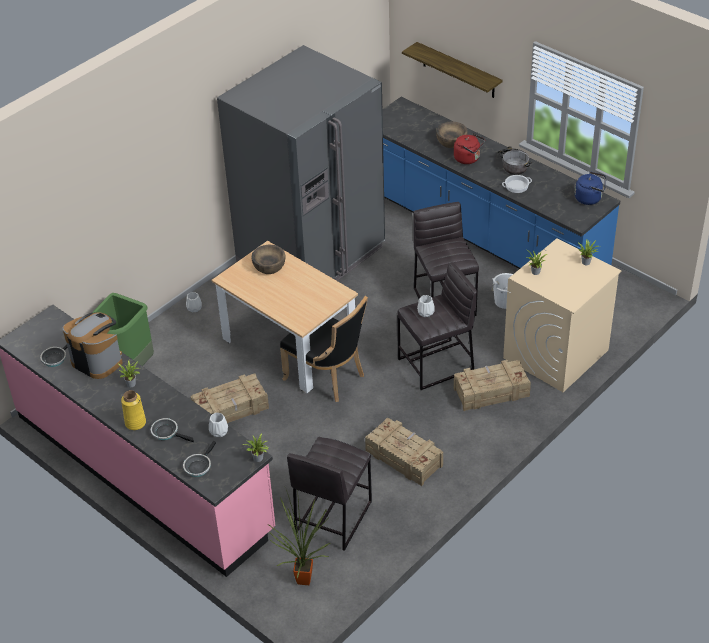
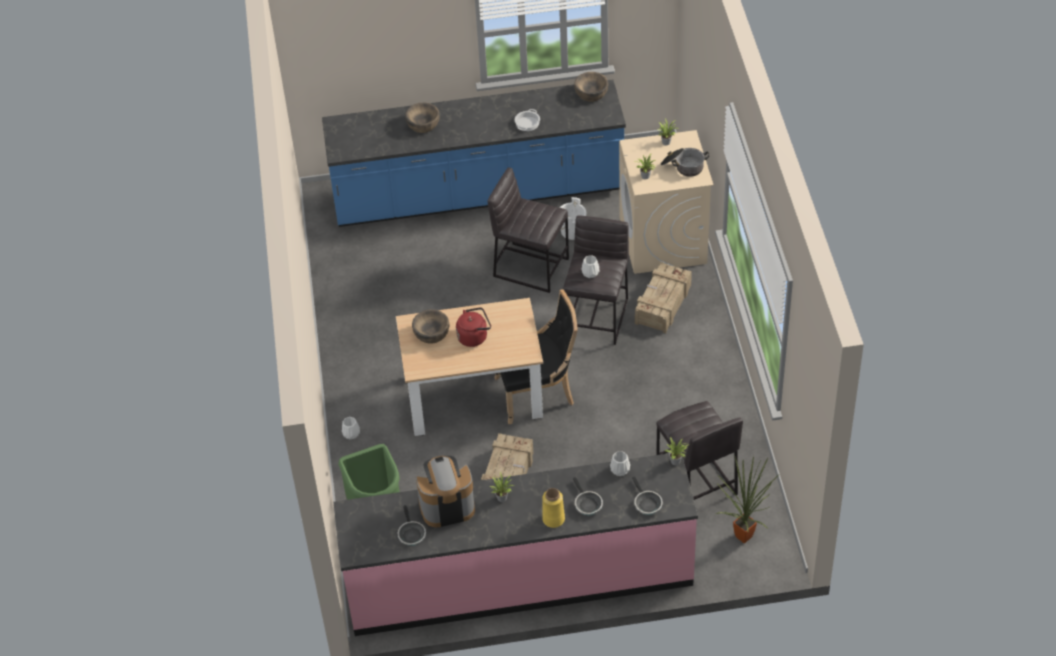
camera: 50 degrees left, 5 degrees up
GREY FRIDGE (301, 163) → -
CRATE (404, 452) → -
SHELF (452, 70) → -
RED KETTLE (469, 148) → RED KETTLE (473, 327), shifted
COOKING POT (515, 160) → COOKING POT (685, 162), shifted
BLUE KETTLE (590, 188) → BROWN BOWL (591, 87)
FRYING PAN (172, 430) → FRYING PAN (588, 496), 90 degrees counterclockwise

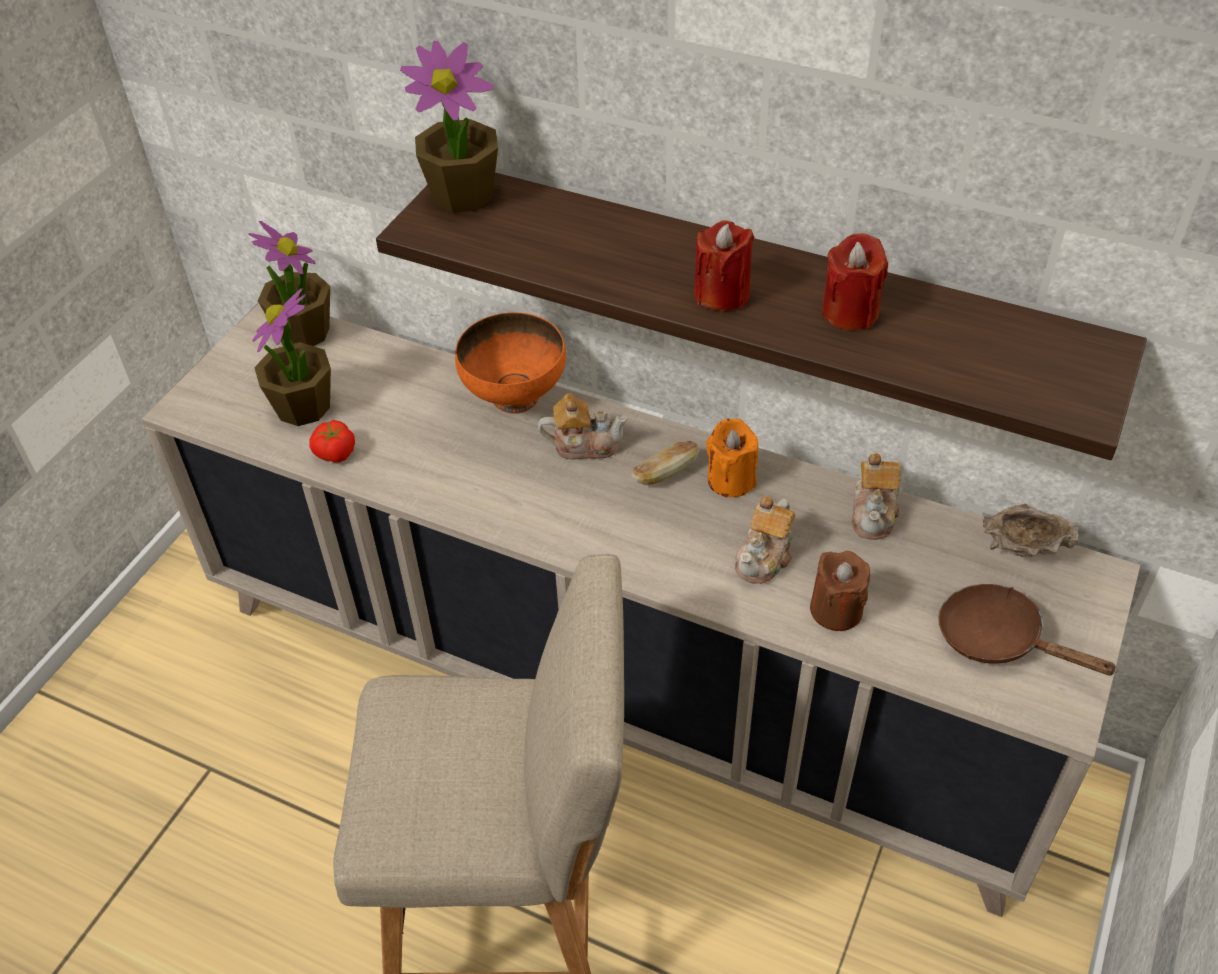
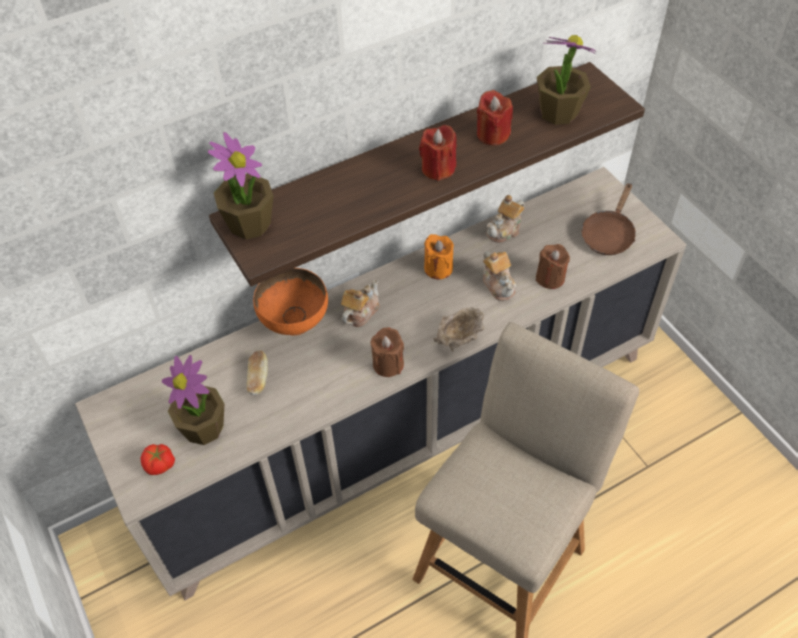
camera: 55 degrees left, 5 degrees up
- → BROWN CANDLE (387, 352)
POTTED PLANT (289, 283) → POTTED PLANT (566, 80), shifted
TOMATO (332, 441) → TOMATO (157, 459), shifted
BREAD (665, 463) → BREAD (257, 372), shifted
BEIGE BOWL (1031, 530) → BEIGE BOWL (459, 329), shifted
TEAPOT (876, 496) → TEAPOT (505, 219), 90 degrees clockwise
BROWN FRYING PAN (1028, 629) → BROWN FRYING PAN (609, 219), 45 degrees counterclockwise

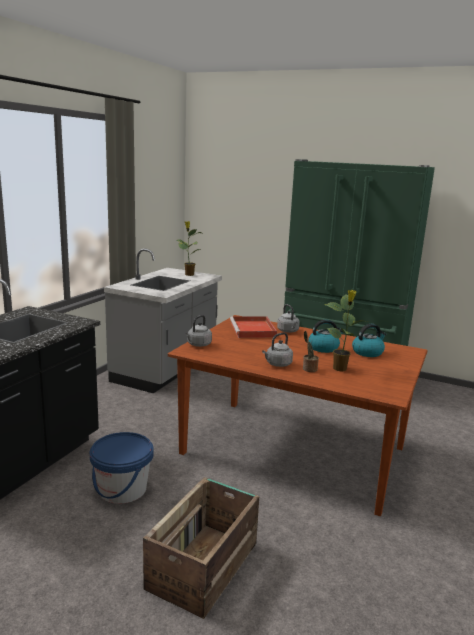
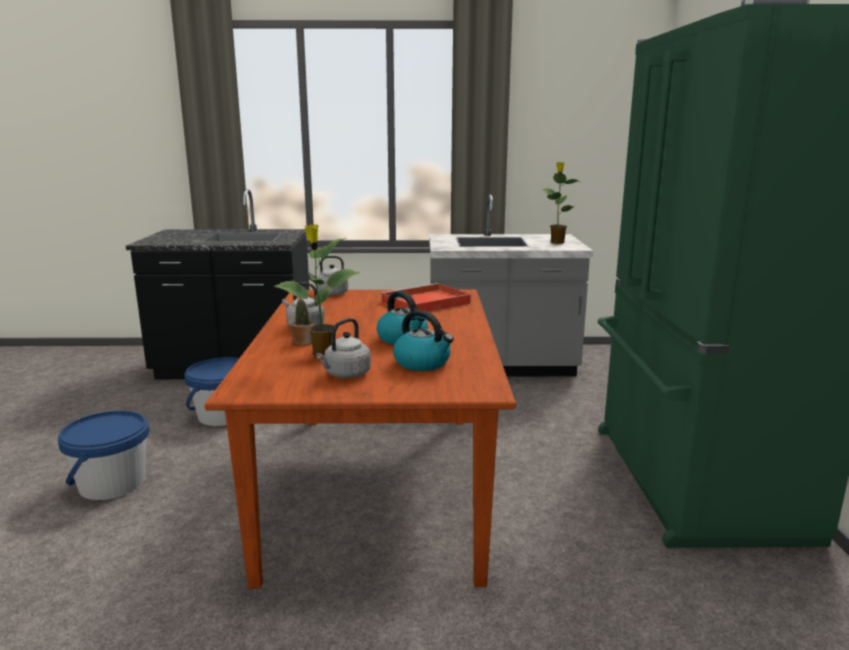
camera: 65 degrees right, 0 degrees up
GREY KETTLE (288, 318) → GREY KETTLE (343, 348), shifted
CRATE (201, 548) → BLUE BUCKET (103, 455)

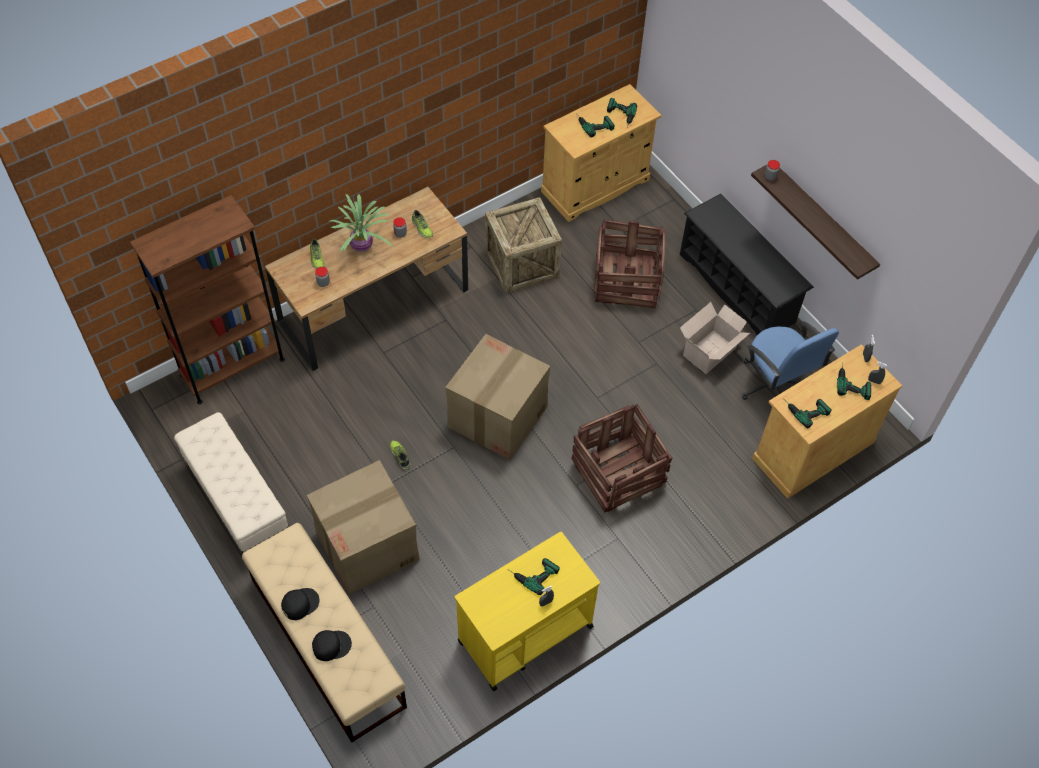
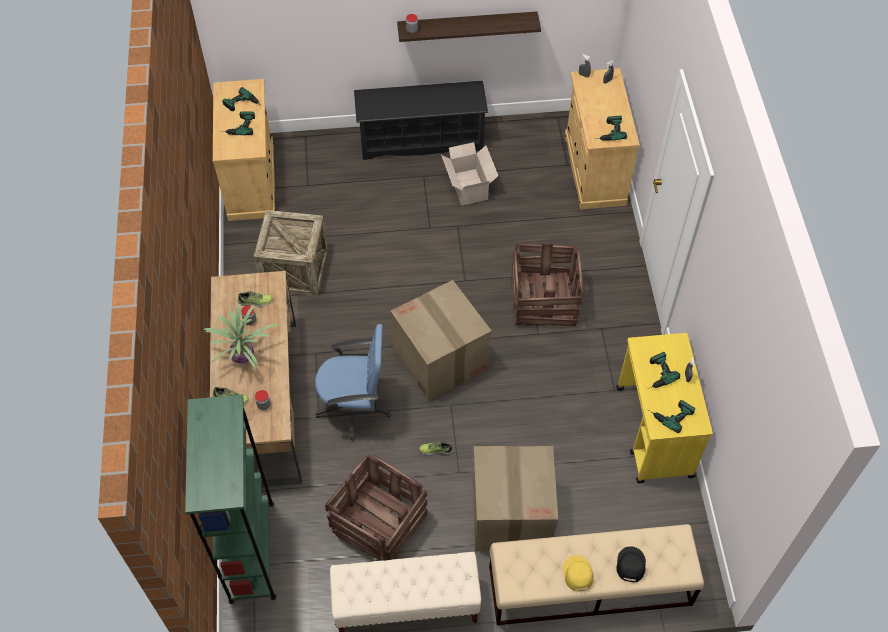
camera: 60 degrees left, 0 degrees up
CRATE (630, 263) → CRATE (376, 508), shifted
BLUE OFFICE CHAIR (790, 360) → BLUE OFFICE CHAIR (353, 382), shifted
POWER DRILL (854, 381) → POWER DRILL (671, 416), shifted
BROWN BOOKCASE (207, 299) → GREEN BOOKCASE (230, 499)
BLACK CAP (300, 604) → YELLOW CAP (578, 573)

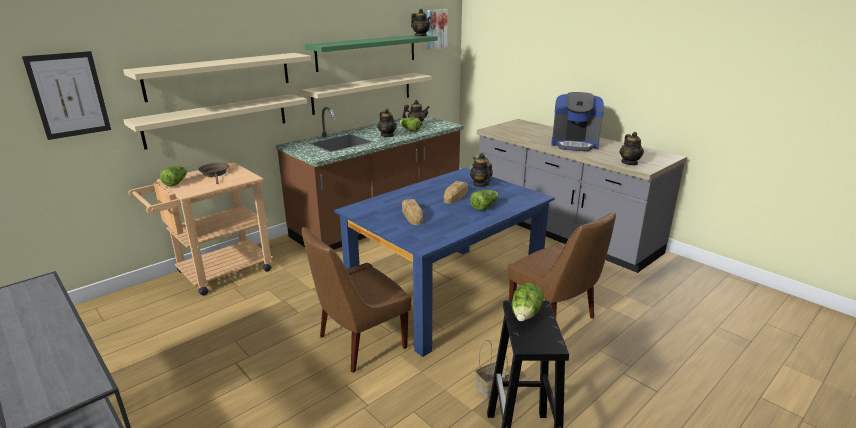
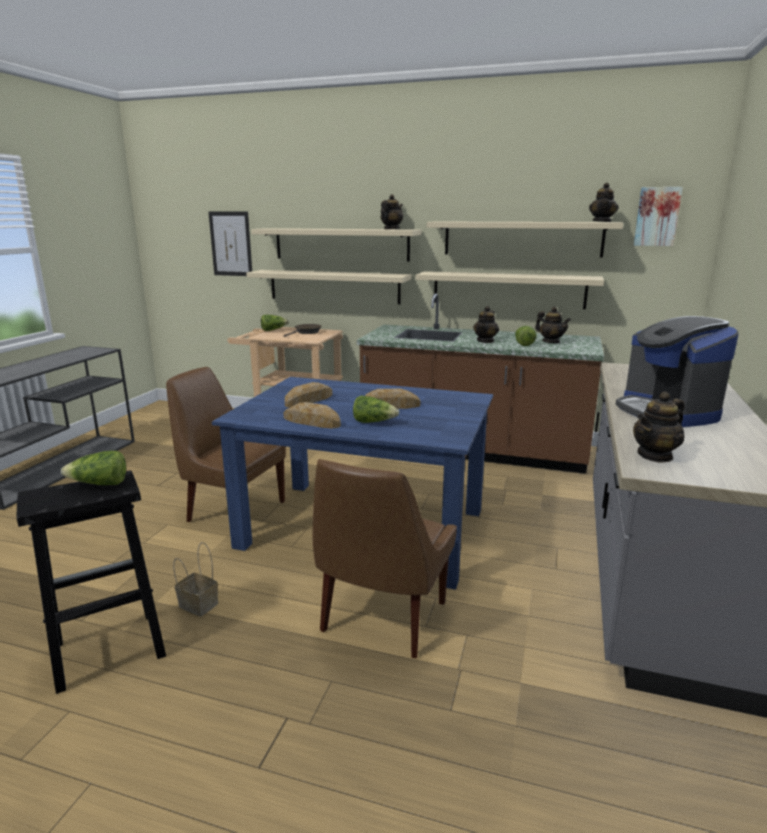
camera: 60 degrees right, 5 degrees down
- → BREAD (312, 415)
TEAPOT (481, 170) → TEAPOT (392, 211), shifted
GREEN SHELF (371, 53) → BEIGE SHELF (525, 240)

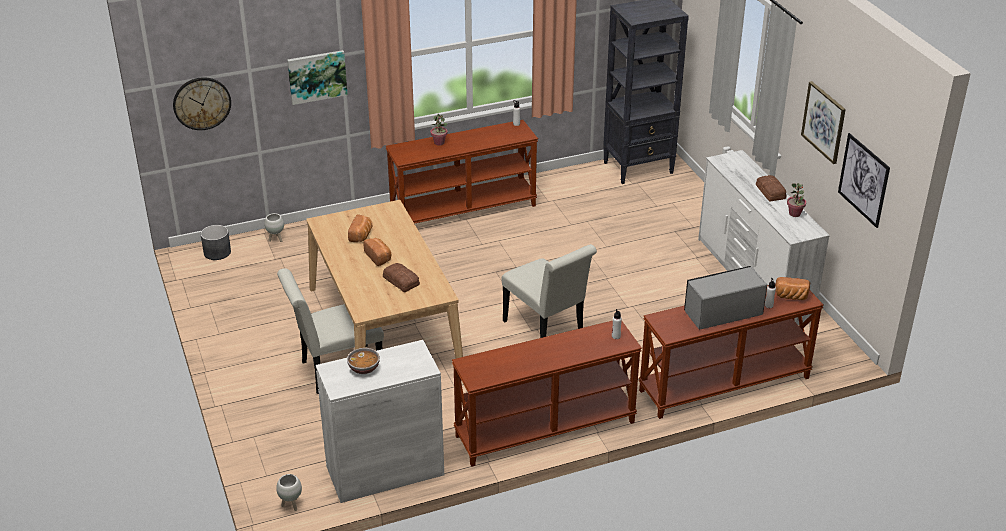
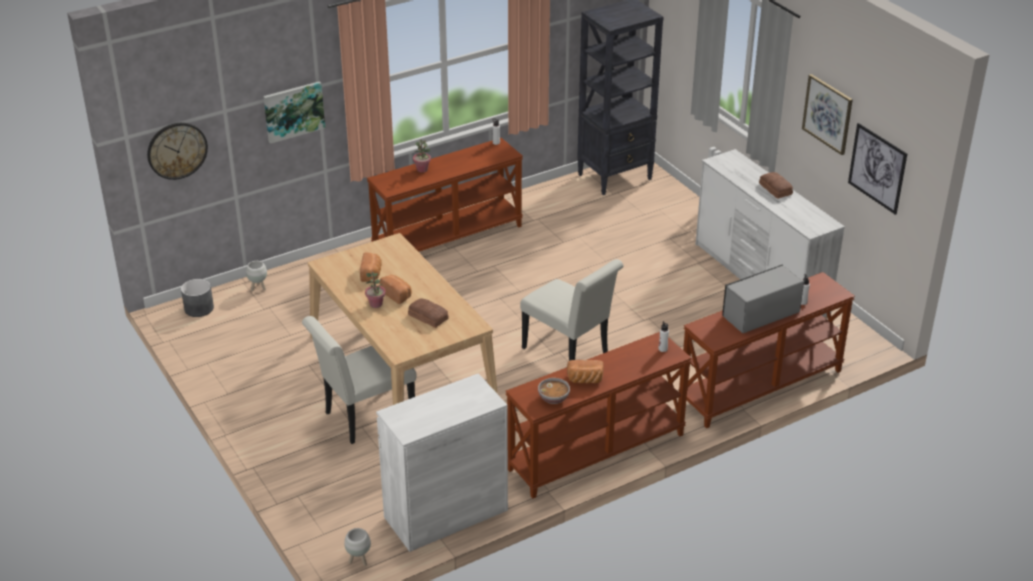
camera: 10 degrees left, 0 degrees up
BOWL (363, 361) → BOWL (554, 391), shifted
BREAD (792, 288) → BREAD (585, 371), shifted
POTTED PLANT (796, 200) → POTTED PLANT (375, 290), shifted

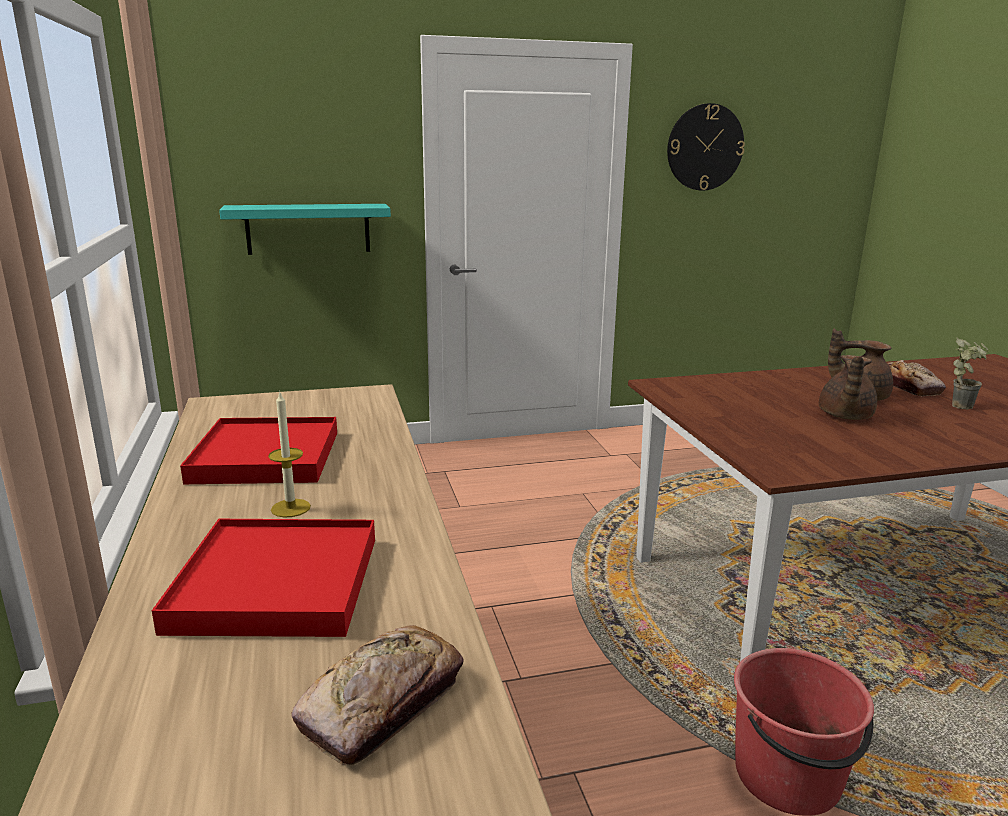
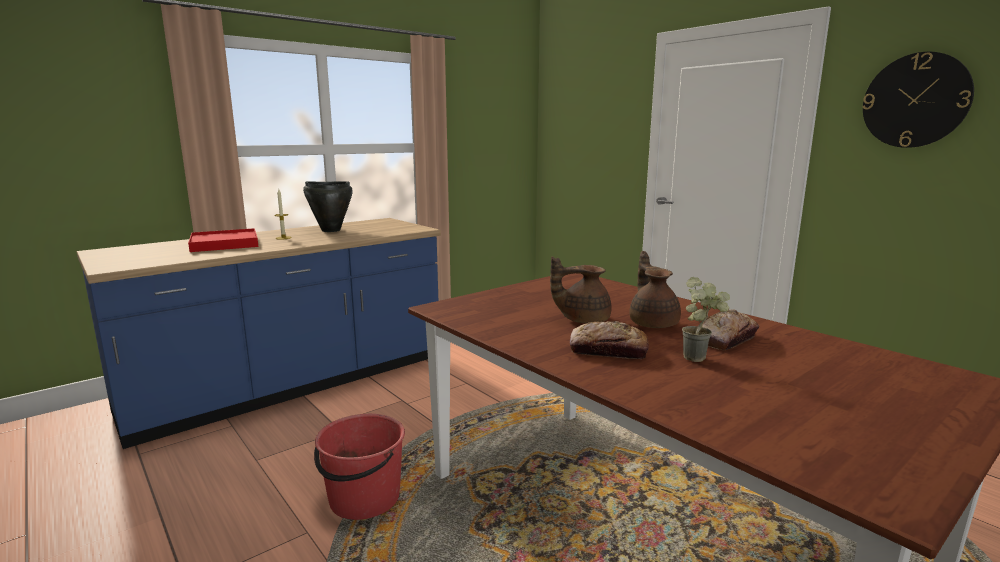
camera: 65 degrees right, 5 degrees down
TURQUOISE SHELF (305, 229) → -
BREAD (377, 695) → BREAD (609, 340), shifted
RED TRAY (258, 450) → BLACK COOKING POT (328, 206)

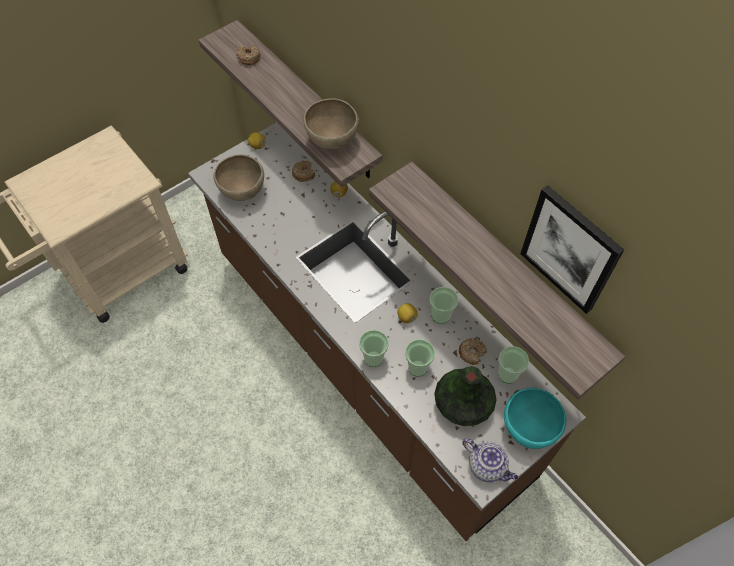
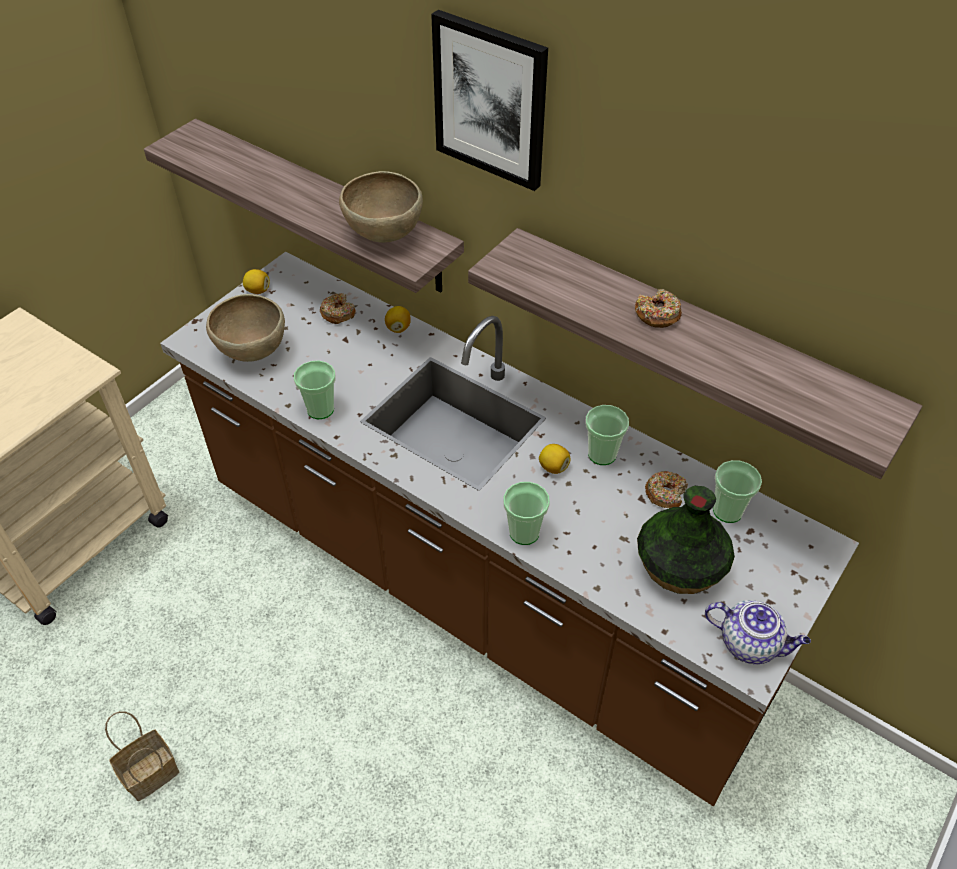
camera: 15 degrees left, 10 degrees down
TURQUOISE BOWL (535, 418) → -
- → BASKET (142, 756)
DONUT (248, 54) → DONUT (658, 308), shifted
CUP (420, 358) → CUP (314, 389), shifted
PICTURE (572, 249) → PICTURE (489, 100), shifted

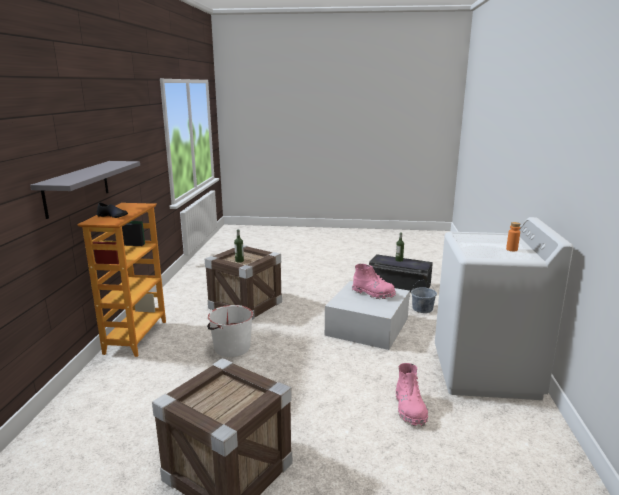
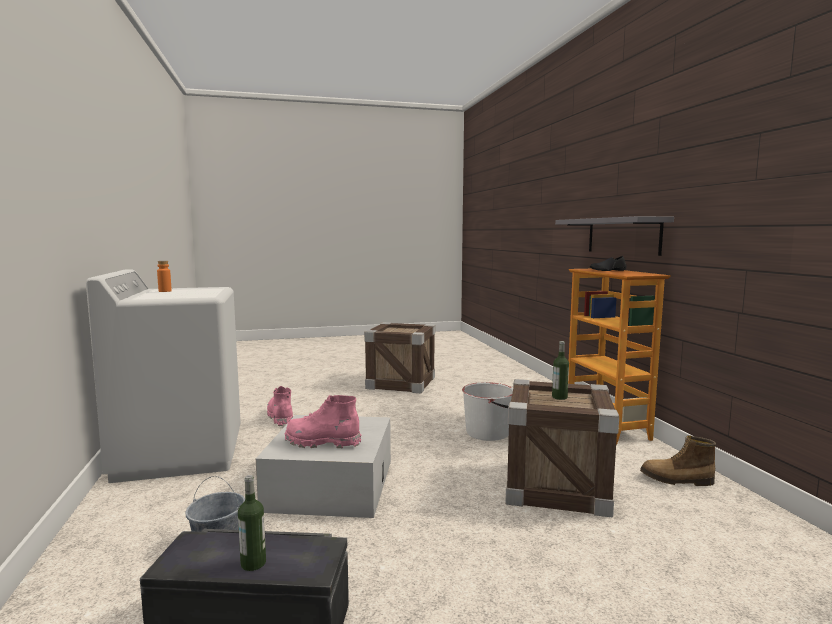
camera: 160 degrees right, 10 degrees down
- → BOOT (678, 460)

